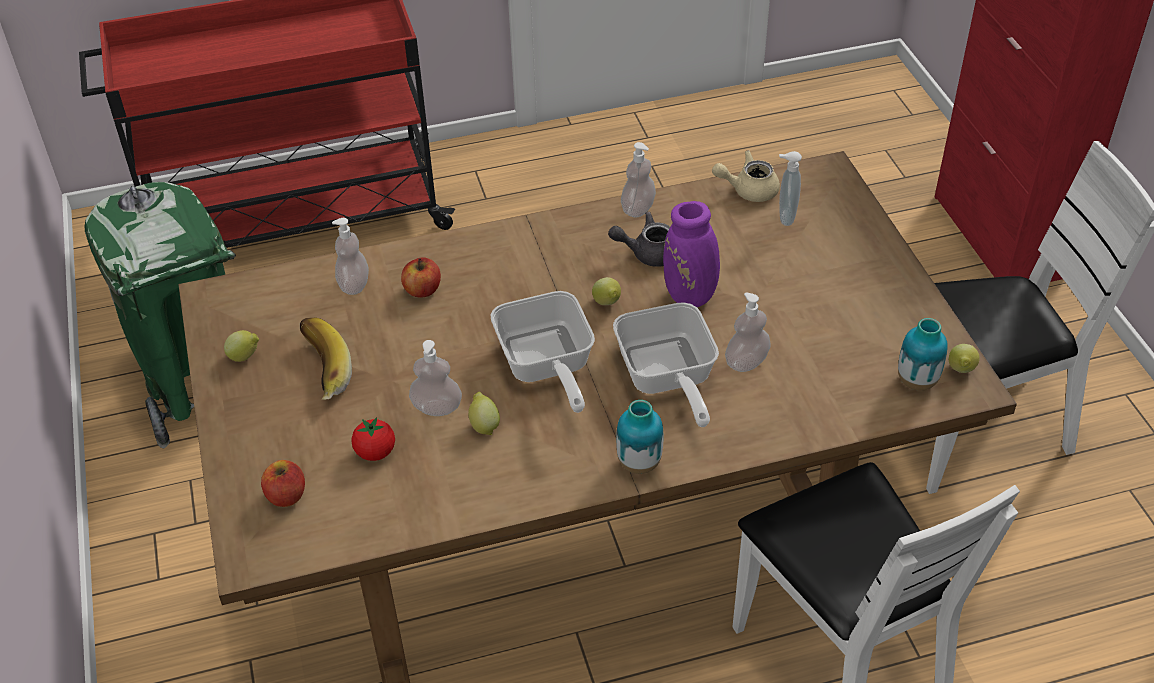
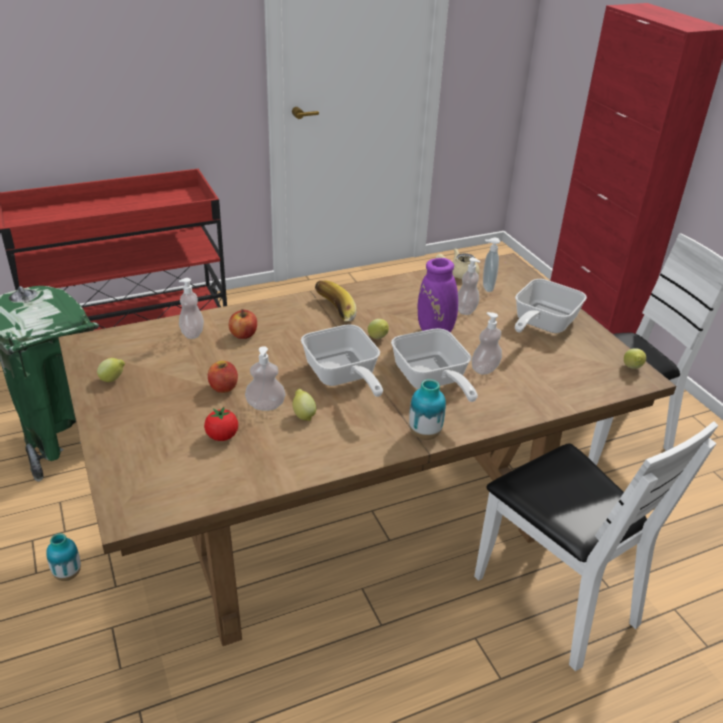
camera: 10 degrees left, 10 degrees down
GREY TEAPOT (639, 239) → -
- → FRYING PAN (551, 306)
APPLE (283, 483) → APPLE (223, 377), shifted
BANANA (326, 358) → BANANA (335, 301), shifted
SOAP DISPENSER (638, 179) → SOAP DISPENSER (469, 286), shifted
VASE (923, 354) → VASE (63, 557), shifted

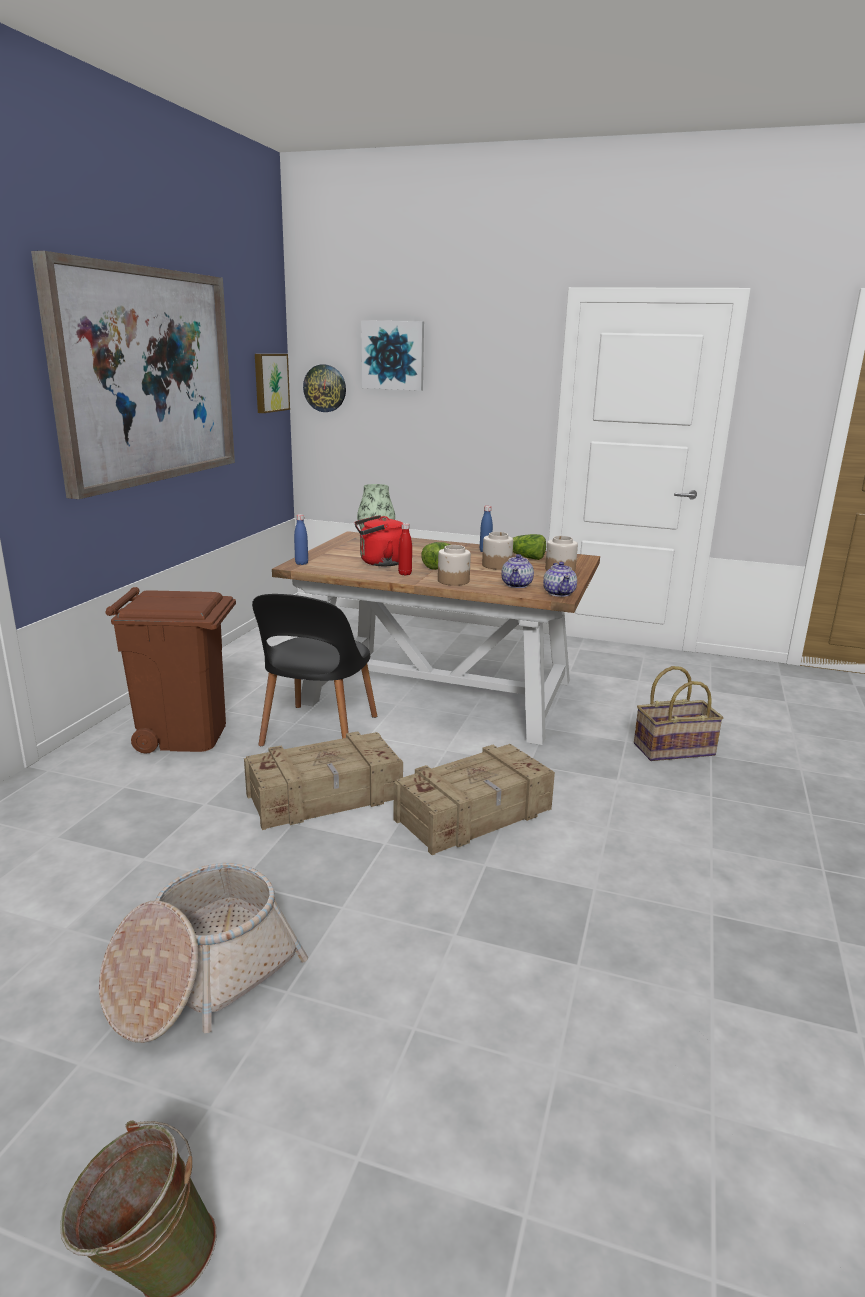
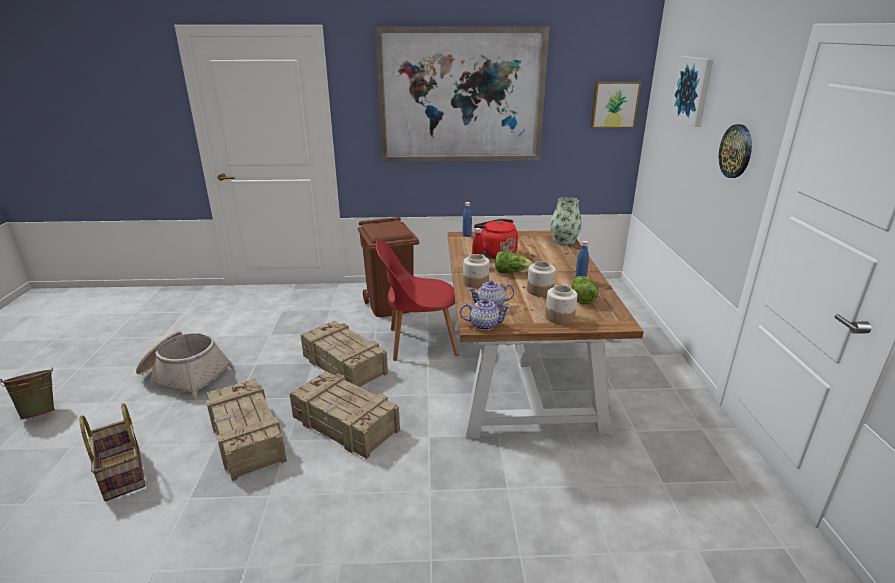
camera: 70 degrees right, 5 degrees up
- → CRATE (246, 430)
WALL CLOCK (324, 388) → WALL CLOCK (735, 151), shifted
BASKET (678, 713) → BASKET (112, 452), shifted
BLACK CHAIR (314, 670) → RED CHAIR (417, 300)
TEAPOT (560, 579) → TEAPOT (485, 314), 150 degrees counterclockwise

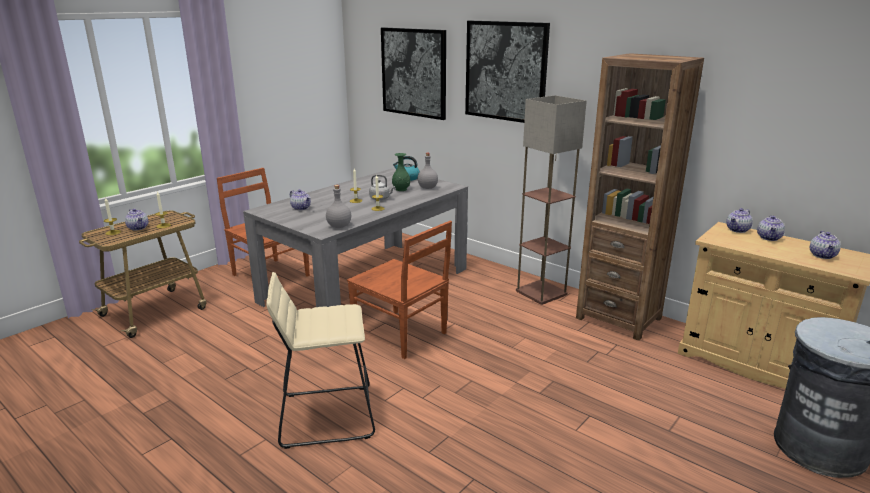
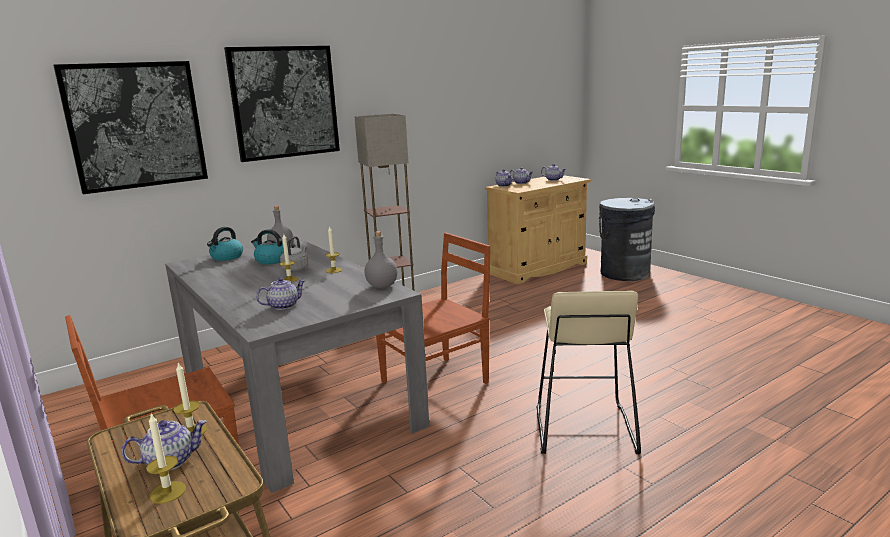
camera: 75 degrees left, 5 degrees down
BROWN BOOKCASE (640, 197) → -
GREEN VASE (401, 172) → KETTLE (267, 246)

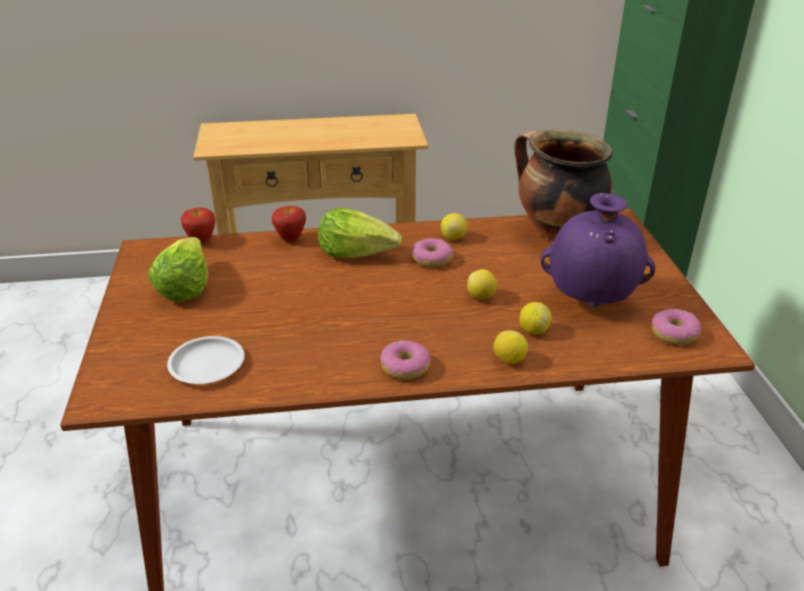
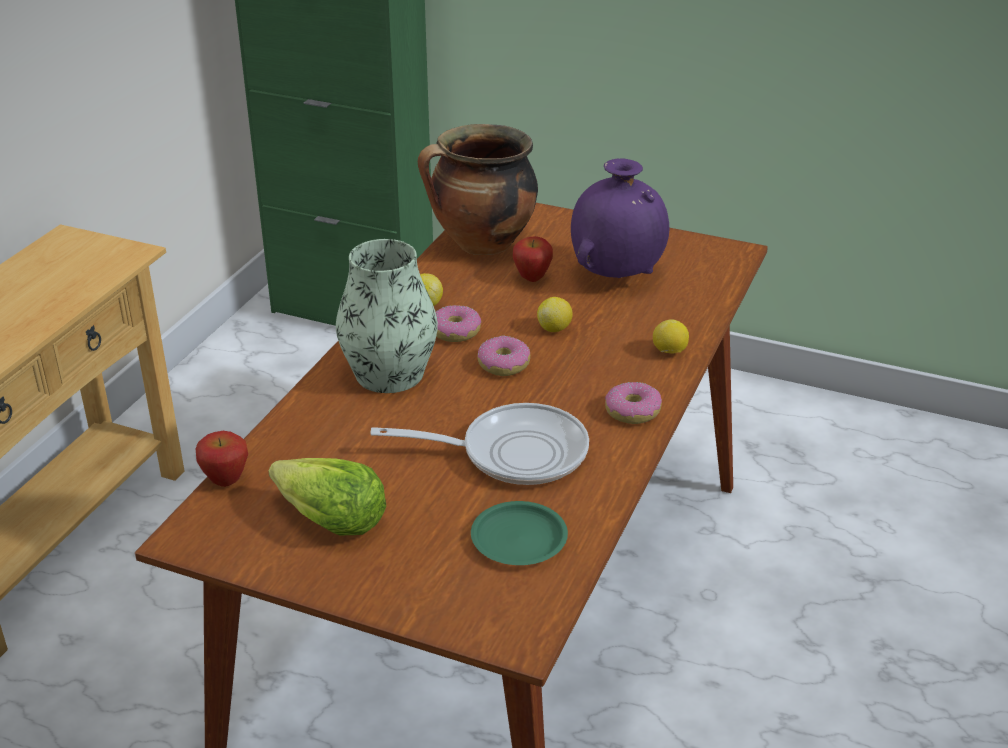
camera: 60 degrees left, 0 degrees up
LEMON (535, 318) → -
- → FRYING PAN (479, 444)
APPLE (289, 224) → APPLE (533, 259), shifted
DONUT (677, 327) → DONUT (504, 356), shifted
LETTUCE (360, 233) → VASE (387, 316)
WHITE PLATE (206, 360) → GREEN PLATE (519, 533)

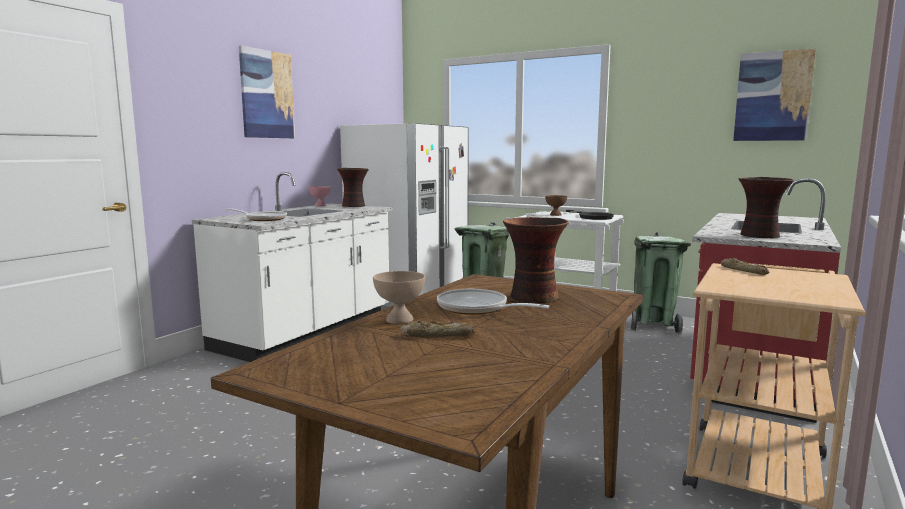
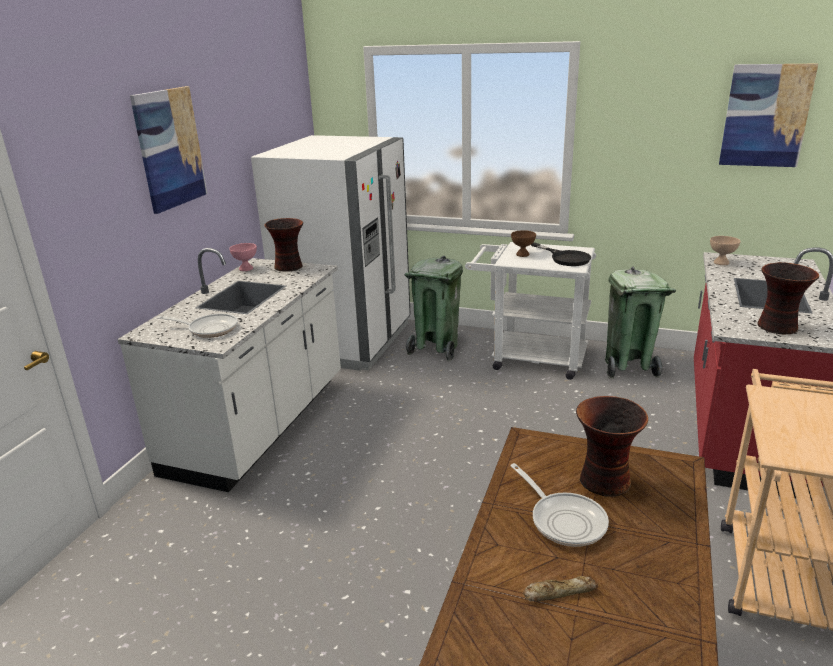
camera: 10 degrees left, 15 degrees up
BREAD (745, 266) → -
BEIGE BOWL (399, 297) → BEIGE BOWL (725, 250), shifted
FRYING PAN (493, 302) → FRYING PAN (559, 505), 150 degrees counterclockwise

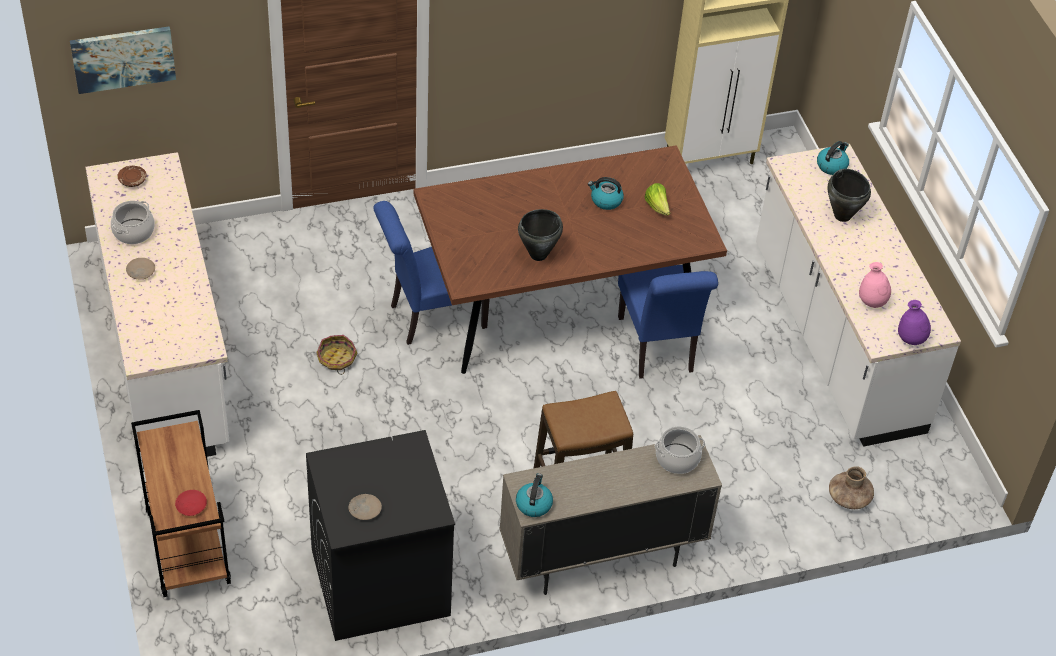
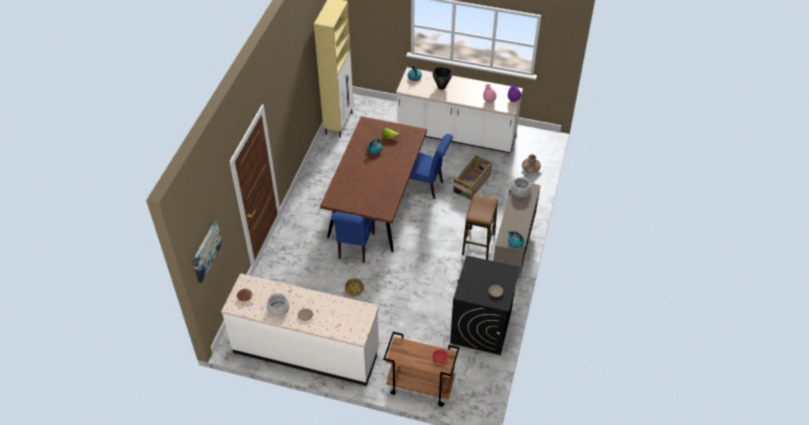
camera: 55 degrees left, 0 degrees up
BLACK COOKING POT (540, 235) → -
- → CRATE (472, 177)

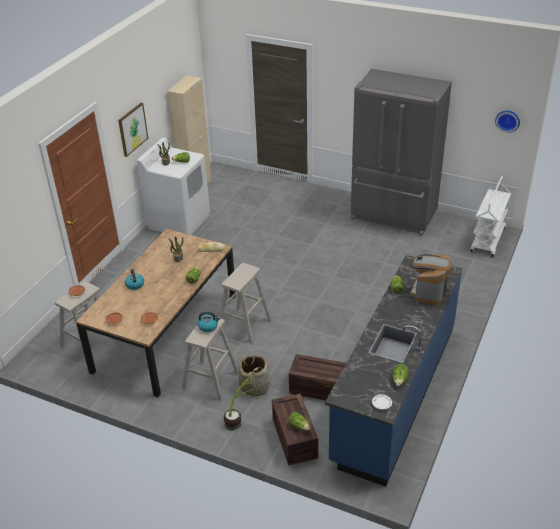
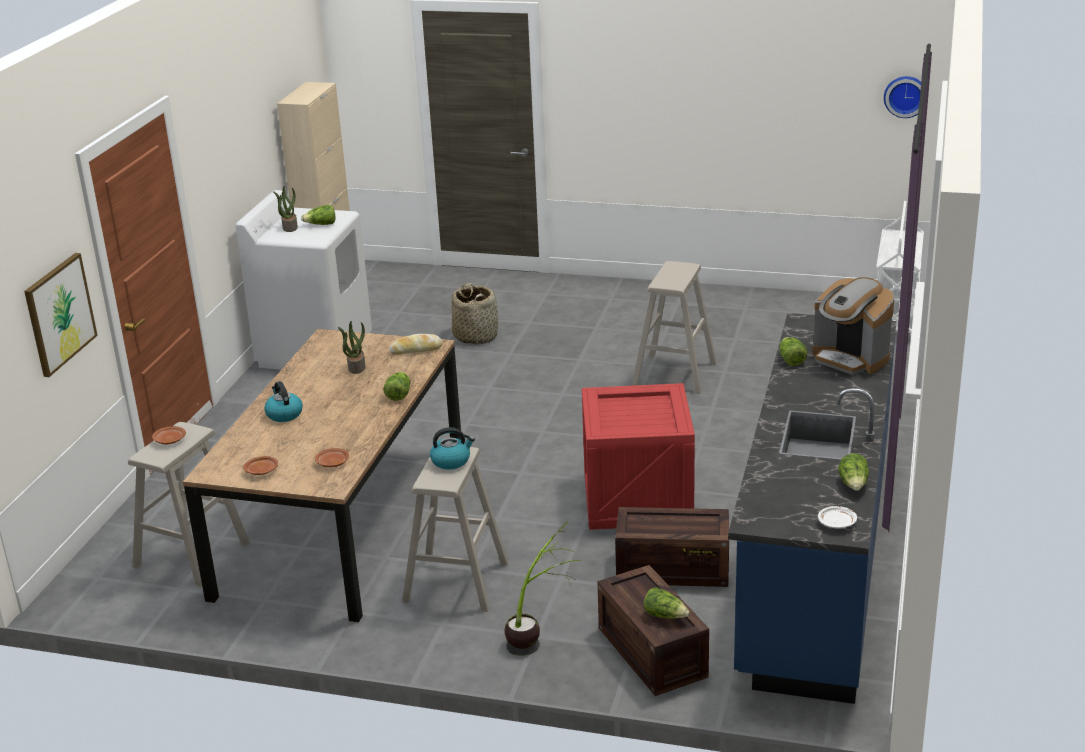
camera: 10 degrees left, 10 degrees down
GREY FRIDGE (401, 152) → -
- → CRATE (638, 456)
PICTURE (133, 130) → PICTURE (61, 315), shifted
BEIGE STOOL (246, 303) → BEIGE STOOL (674, 327), shifted
BASKET (254, 376) → BASKET (475, 314), shifted
COFFEE MACHINE (431, 279) → COFFEE MACHINE (853, 326), 60 degrees counterclockwise

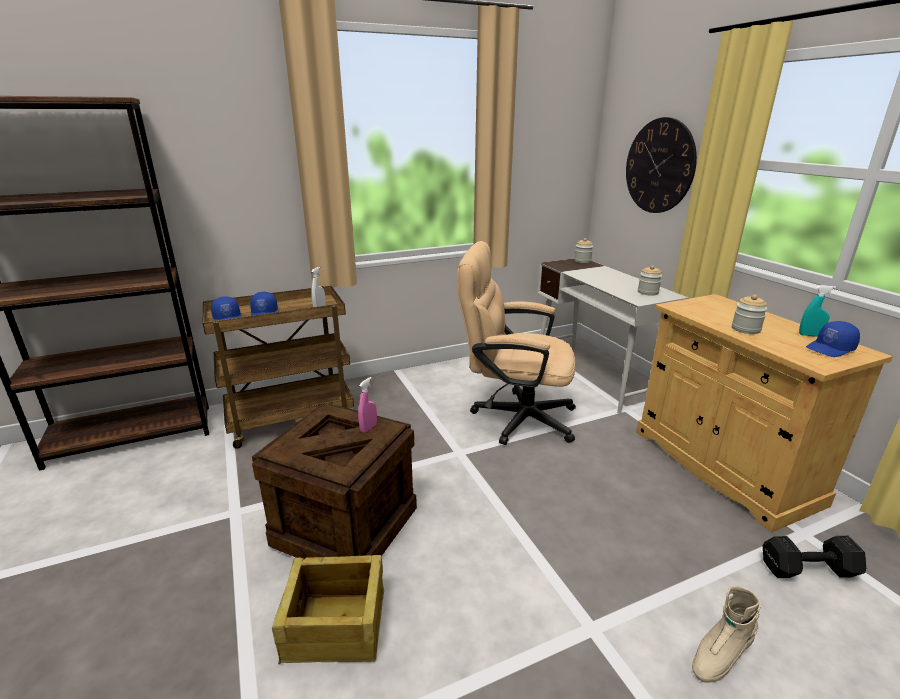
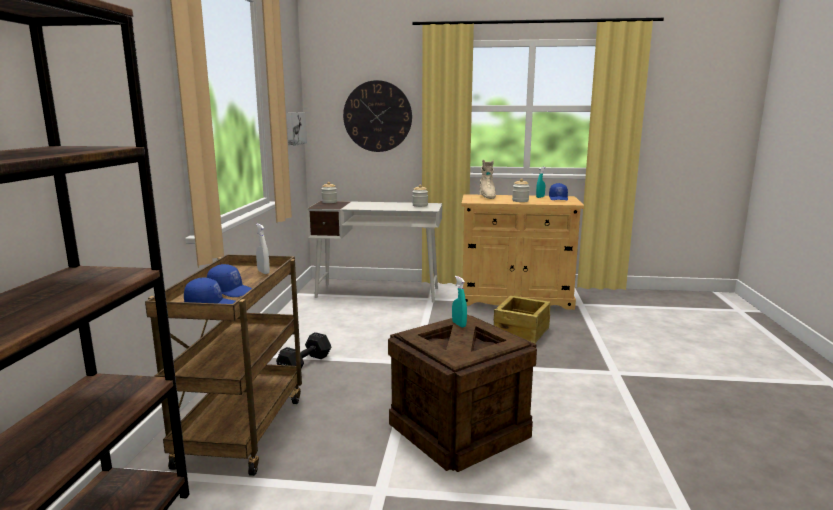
camera: 60 degrees left, 10 degrees down
BEIGE OFFICE CHAIR (517, 343) → -
- → PICTURE (296, 129)
CRATE (328, 609) → CRATE (522, 320), shifted
BEIGE BOOT (726, 634) → BEIGE BOOT (488, 179), shifted
BLACK DUMBBELL (814, 557) → BLACK DUMBBELL (303, 350), shifted
PINK SPRAY BOTTLE (367, 405) → TURQUOISE SPRAY BOTTLE (459, 302)

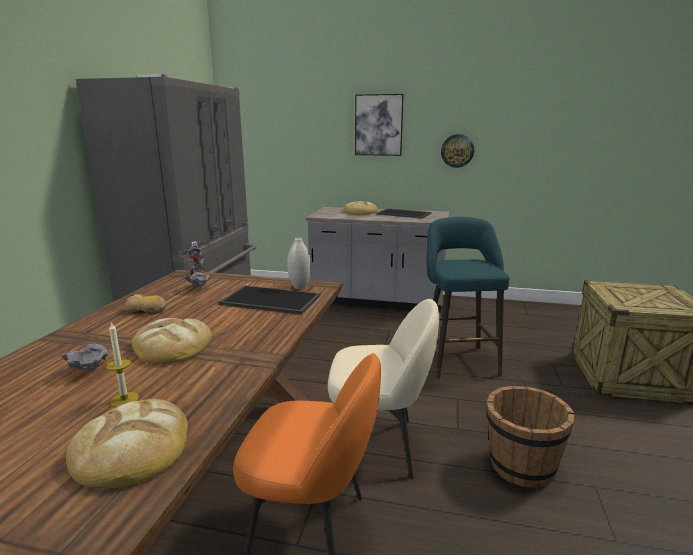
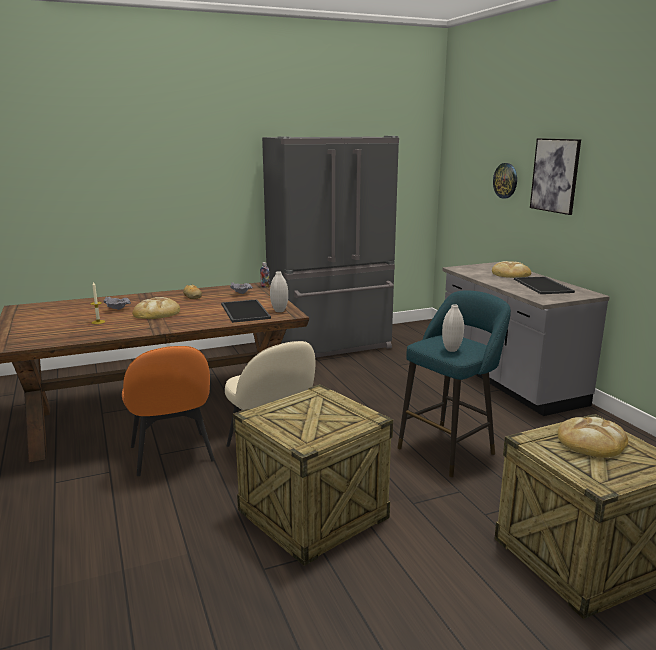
camera: 55 degrees right, 0 degrees up
- → WHITE VASE (453, 328)
BREAD (127, 444) → BREAD (592, 437), shifted
WALL CLOCK (457, 151) → WALL CLOCK (505, 181), shifted
BROWN BUCKET (531, 437) → CRATE (313, 475)

